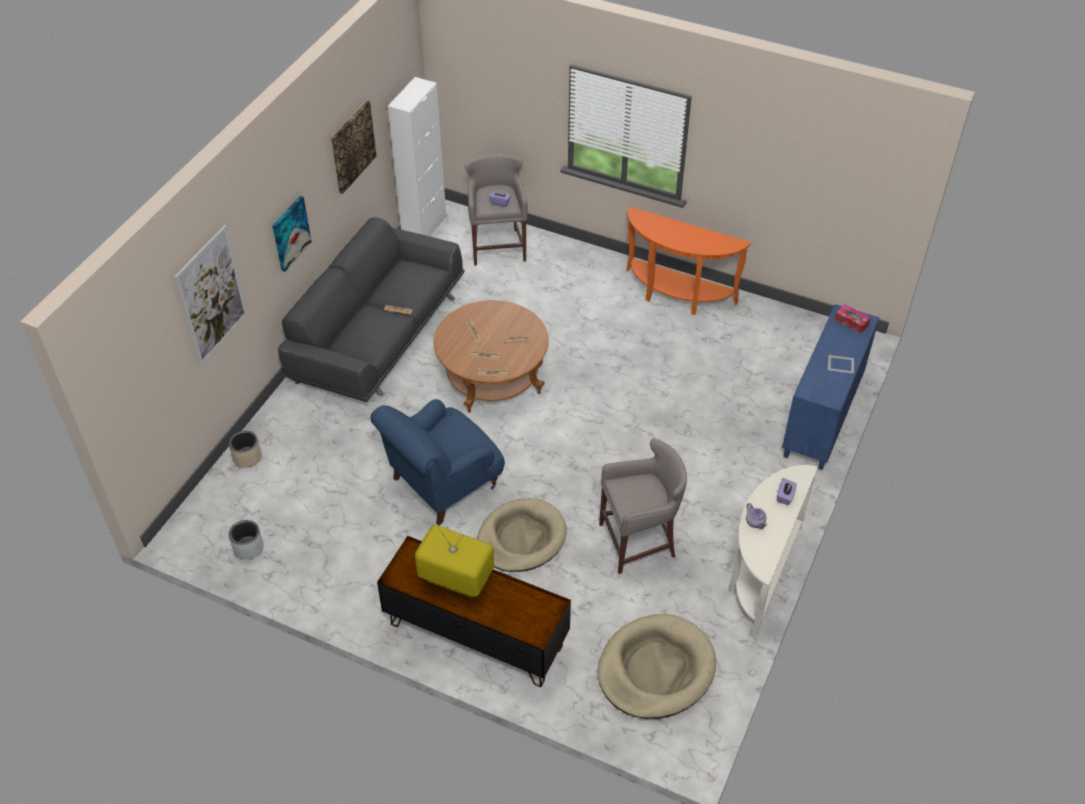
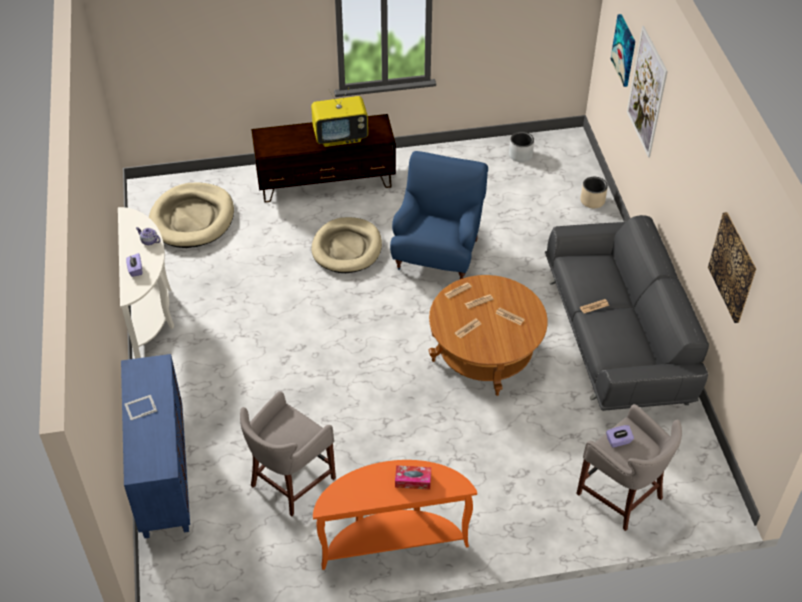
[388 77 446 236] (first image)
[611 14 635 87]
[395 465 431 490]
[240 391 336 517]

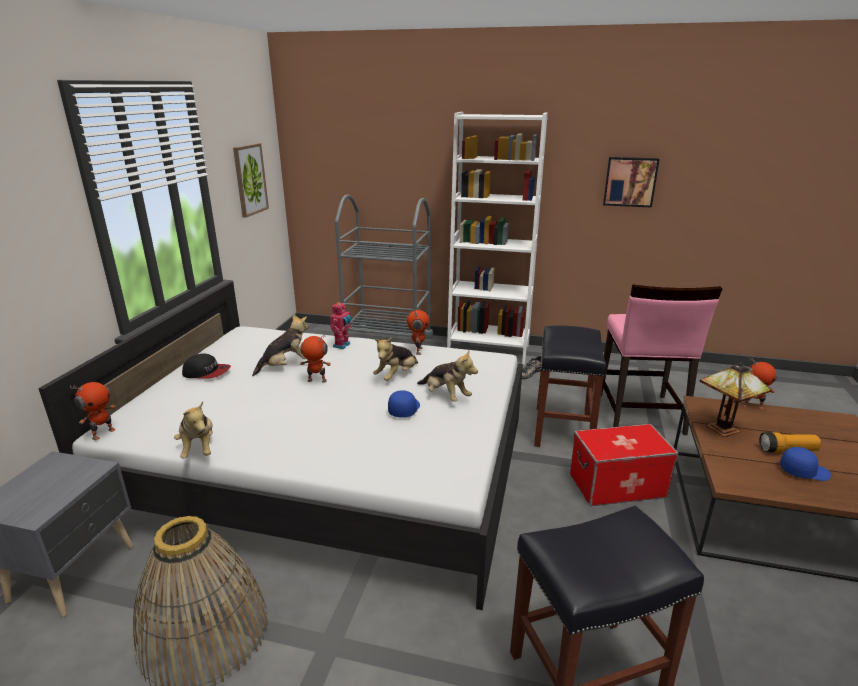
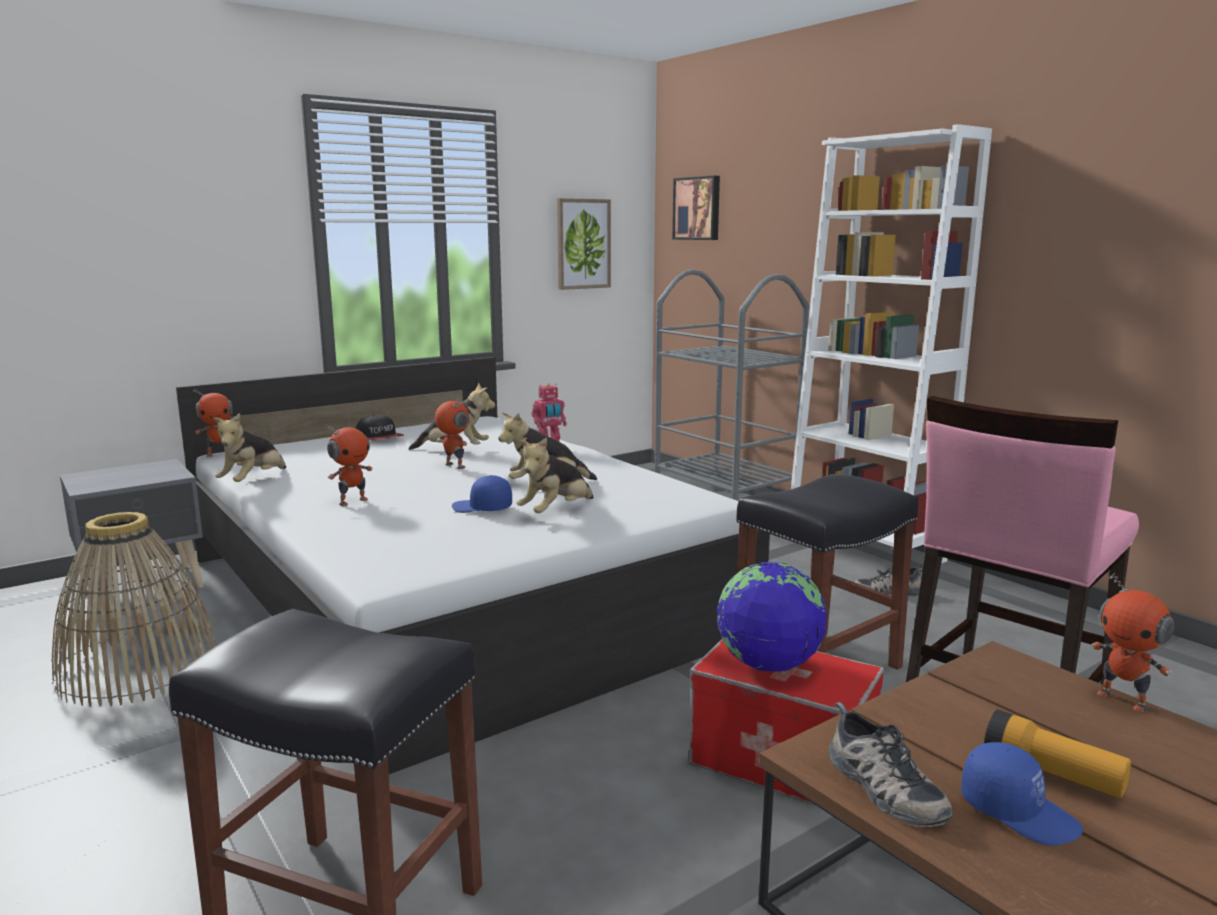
[672 176 720 240]
[326 424 372 506]
[517 437 594 513]
[700 363 772 437] (first image)
[452 475 512 513]
[716 562 827 672]
[829 702 952 827]

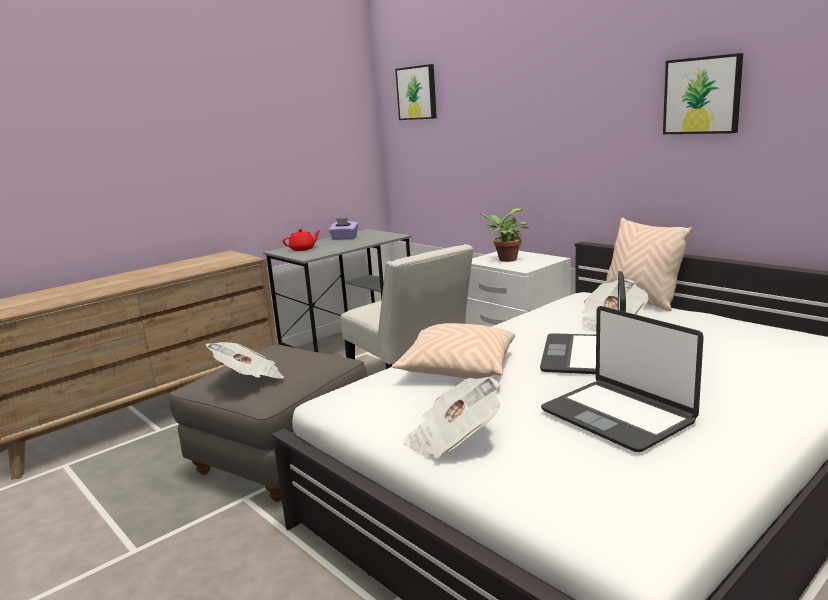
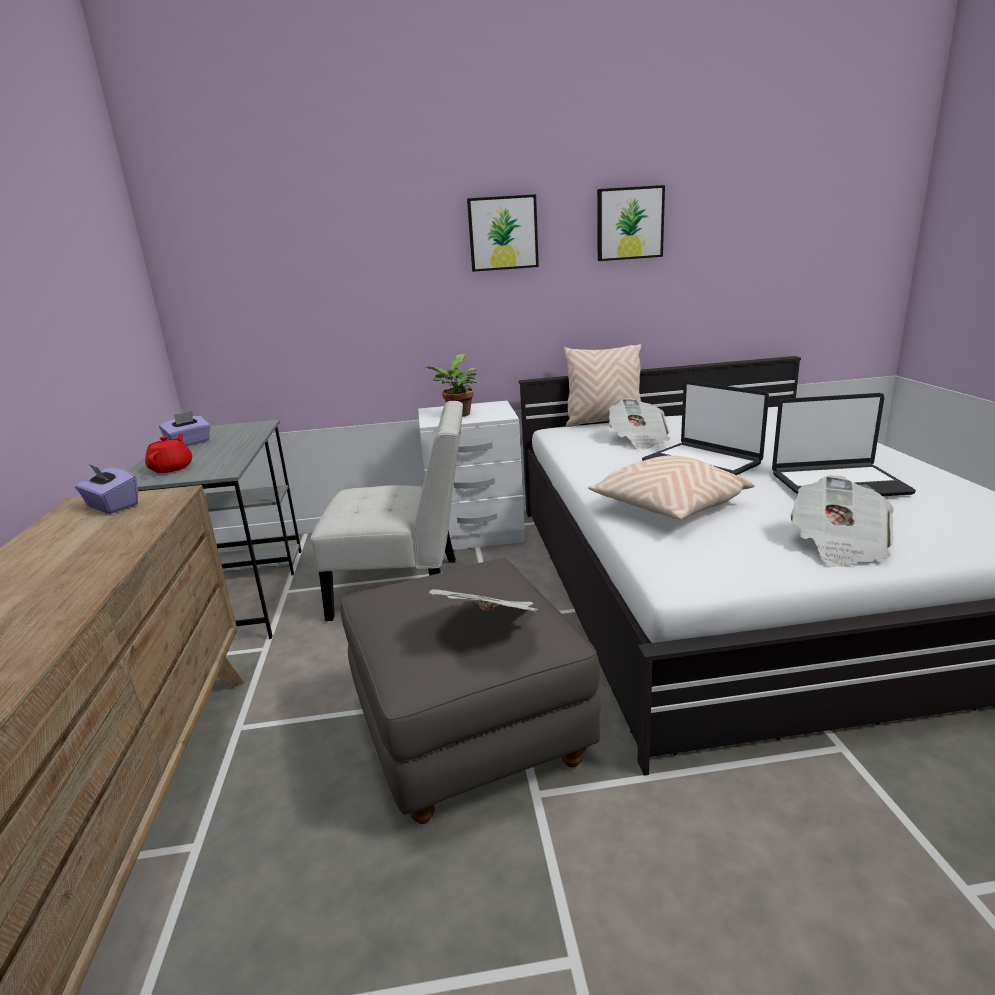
[467 194 539 272]
[75 464 138 514]

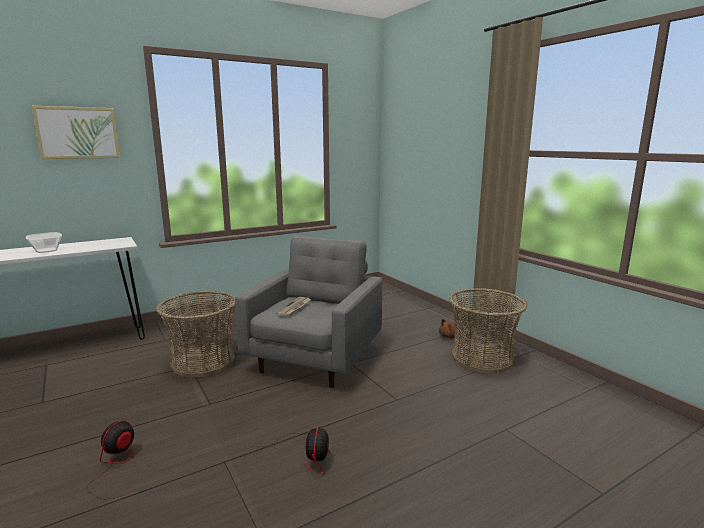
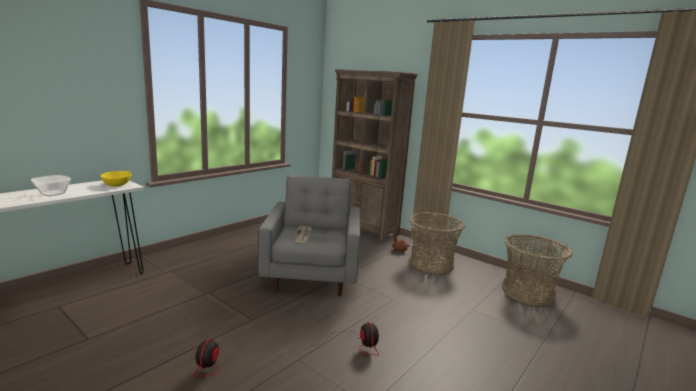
[32 106 120 159] (first image)
[502 234 573 306]
[332 69 418 242]
[101 171 131 186]

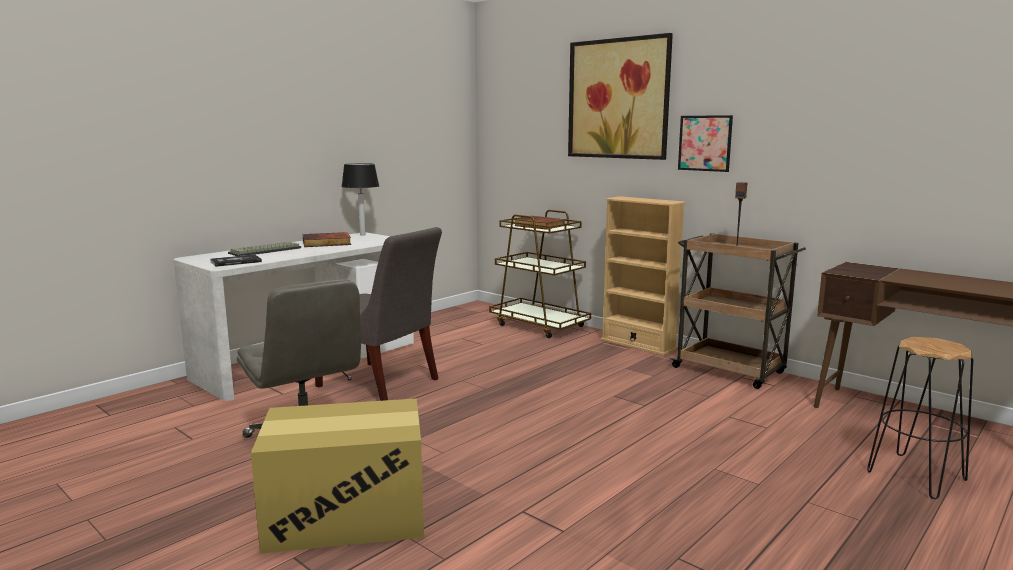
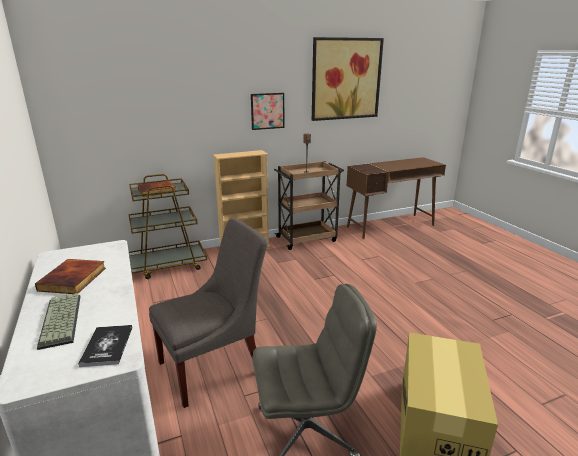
[312 37 384 121]
[341 163 379 235] (first image)
[867 337 973 499] (first image)

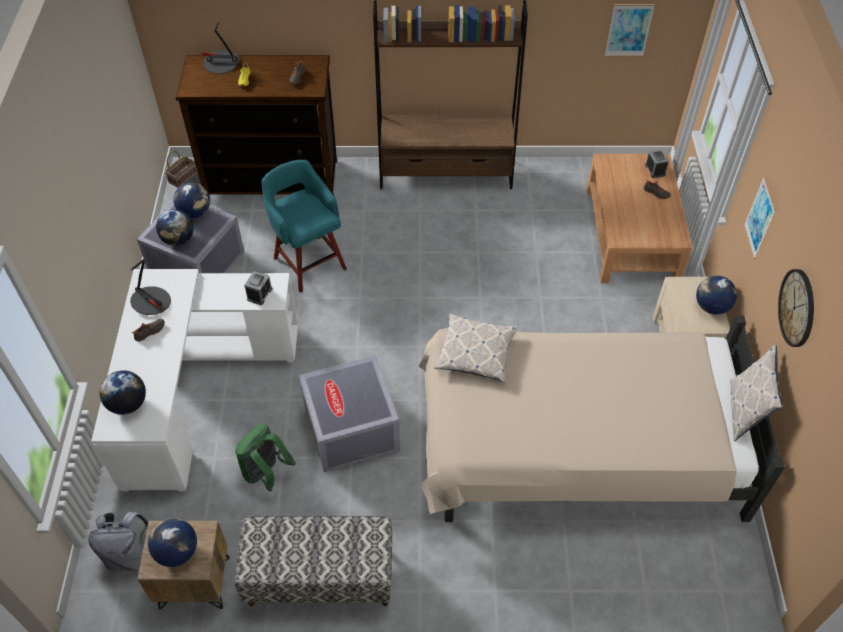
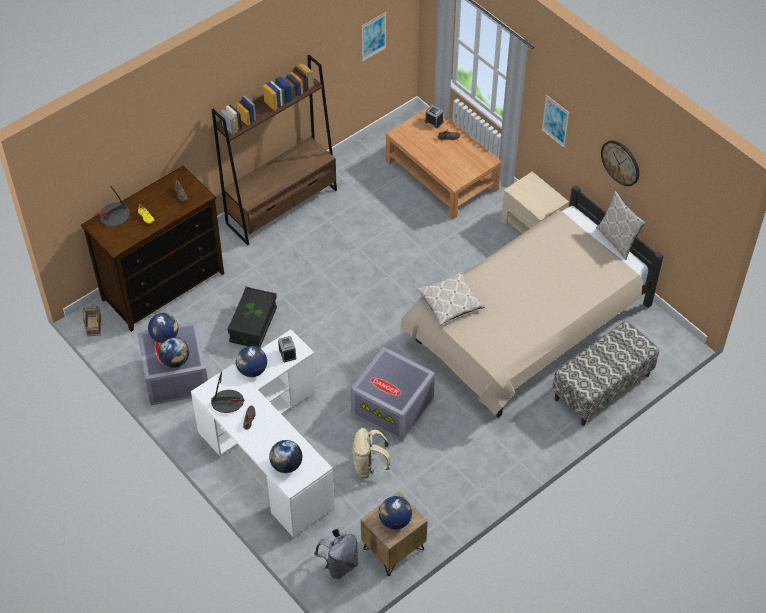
[227 287 277 348]
[236 346 267 377]
[352 428 391 478]
[552 321 659 425]

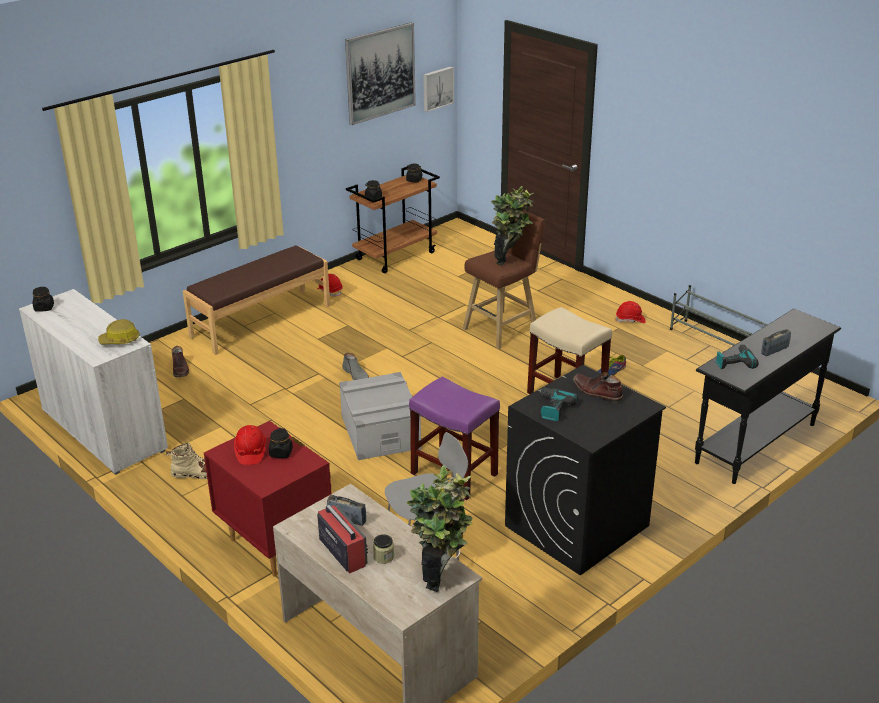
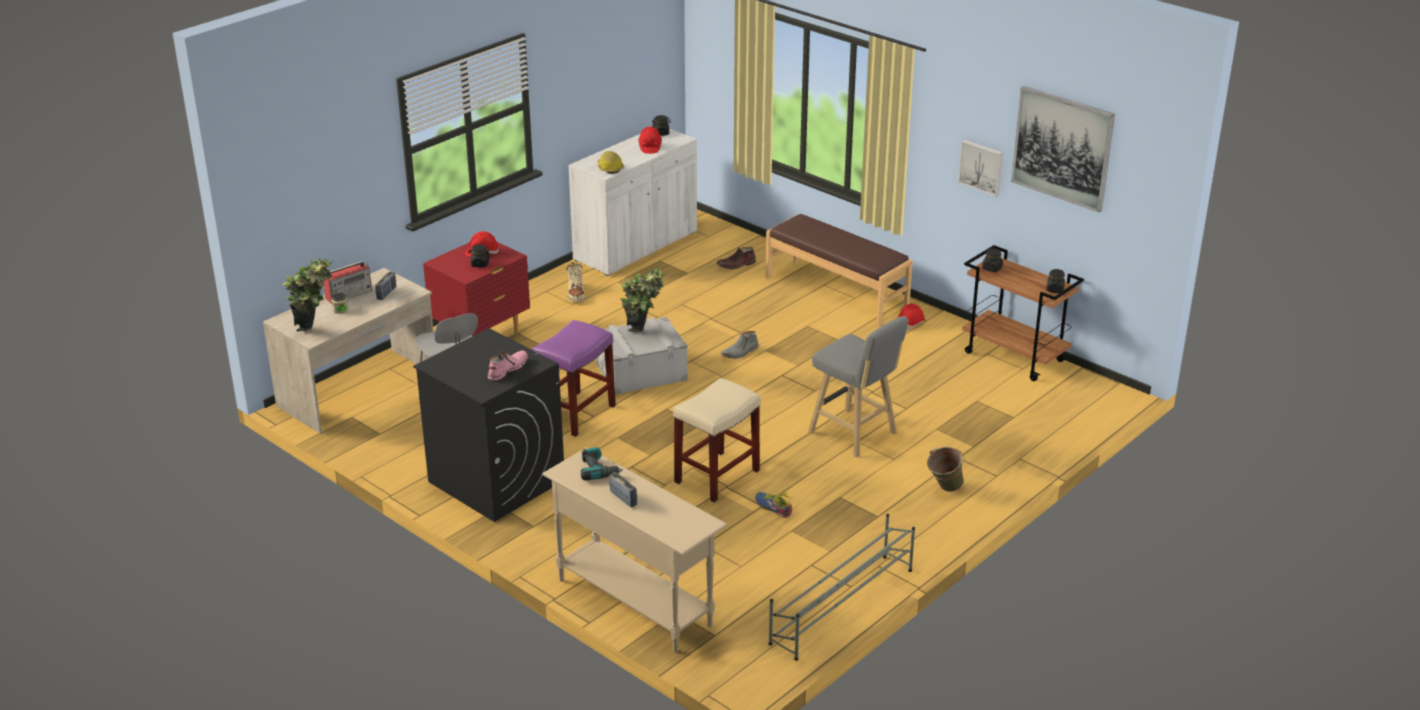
[958 140 1003 196]
[620 269 666 332]
[808 316 908 457]
[638 127 662 154]
[542 447 727 652]
[488 351 528 381]
[537 387 578 422] (first image)
[927 447 965 492]

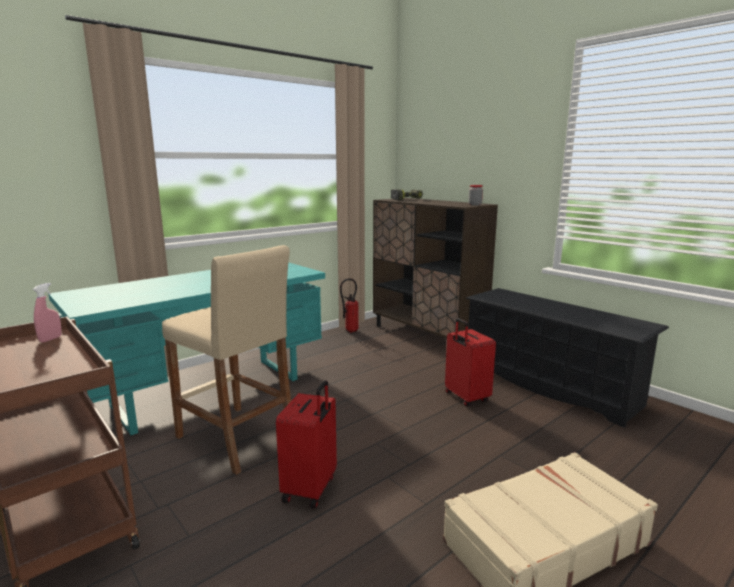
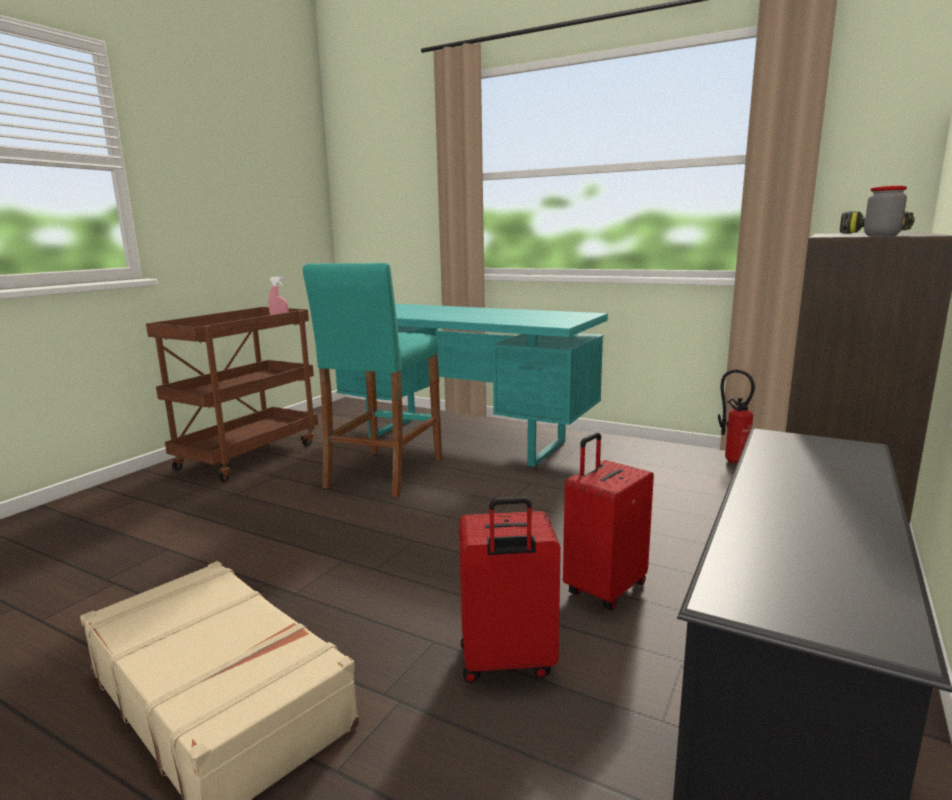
[303 263 442 497]
[459 497 561 683]

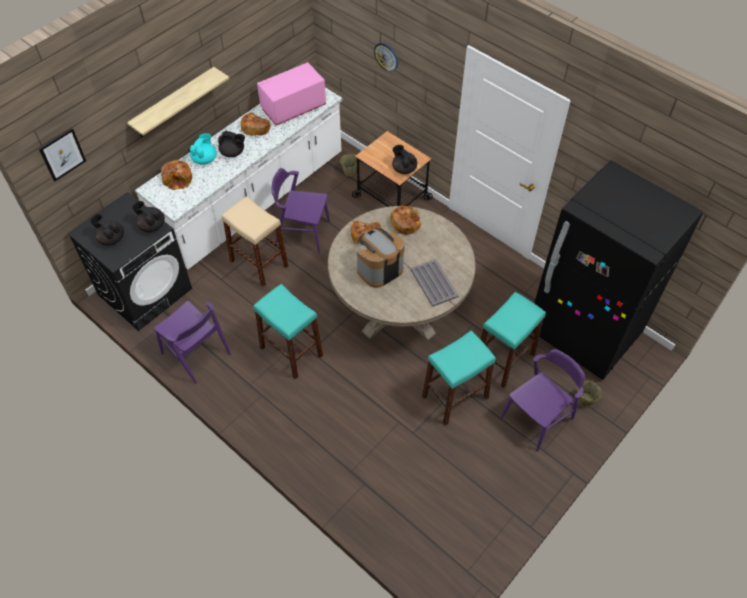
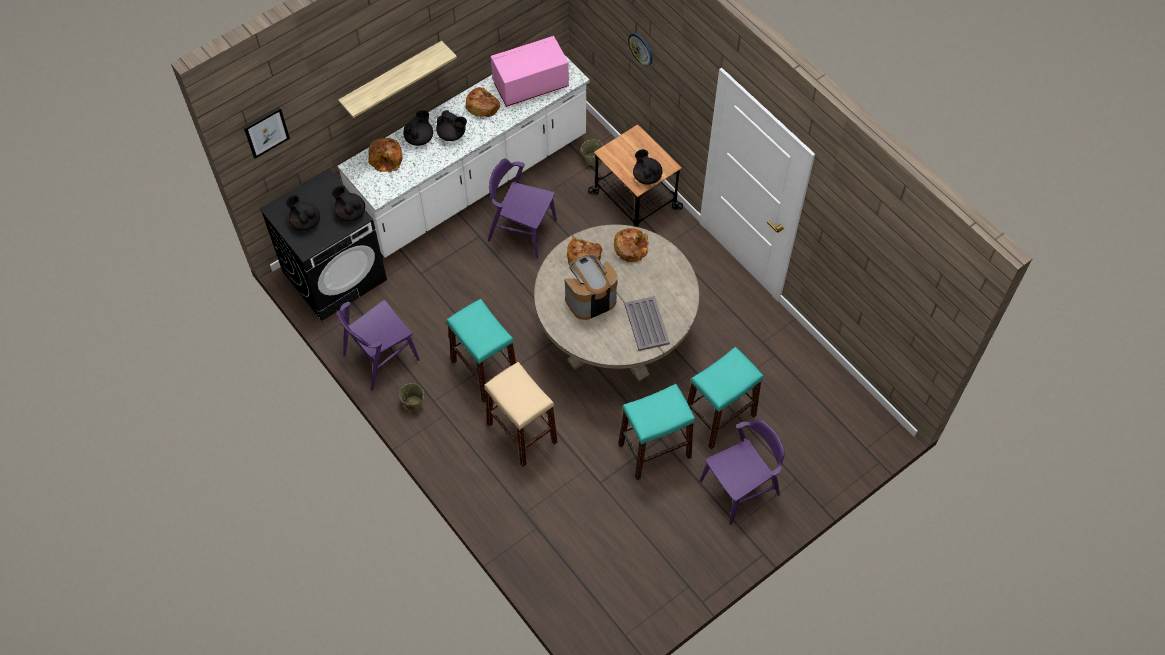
[403 110 433 146]
[532 160 703 380] (first image)
[484 362 558 467]
[336 300 420 391]
[399 383 424 411]

